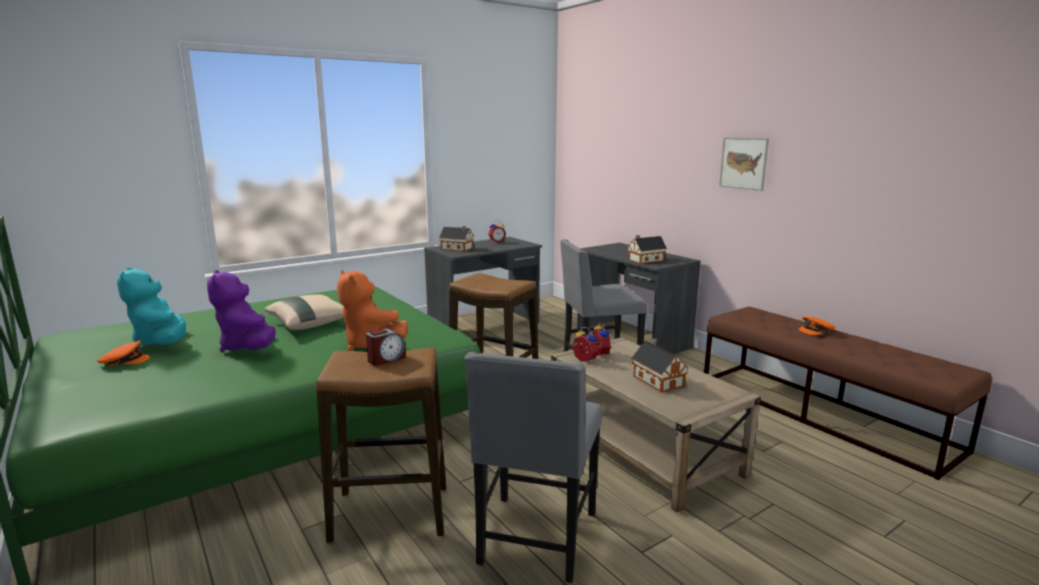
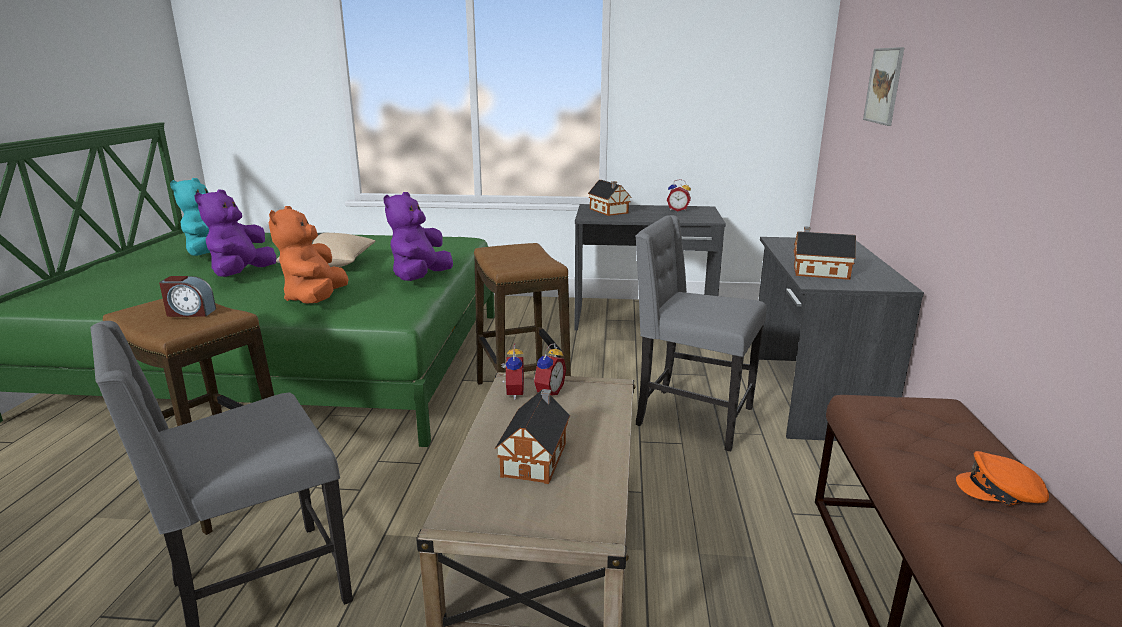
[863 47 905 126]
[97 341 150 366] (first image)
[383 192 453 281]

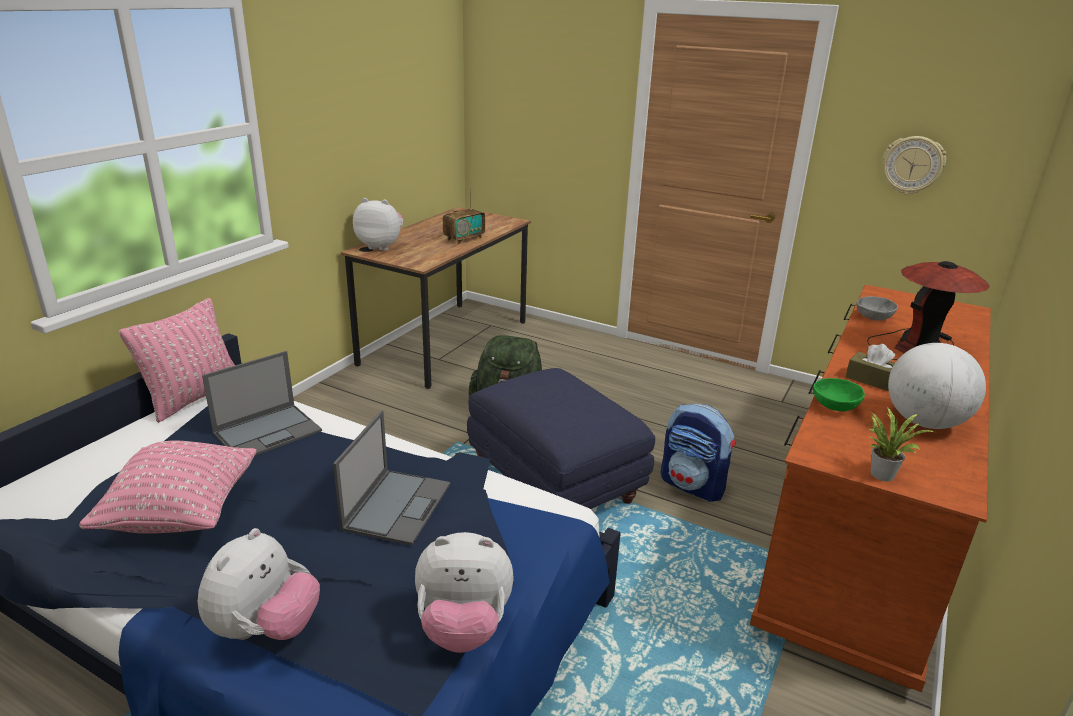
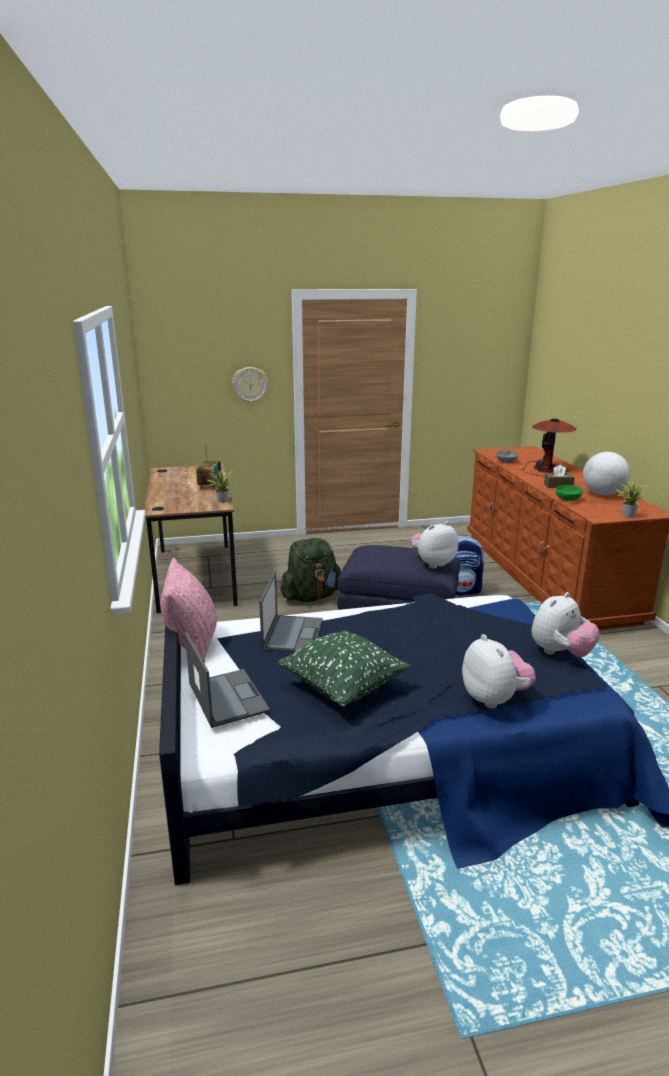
[232 367 268 404]
[411 522 458 569]
[185 632 270 728]
[278 630 411 706]
[207 471 233 503]

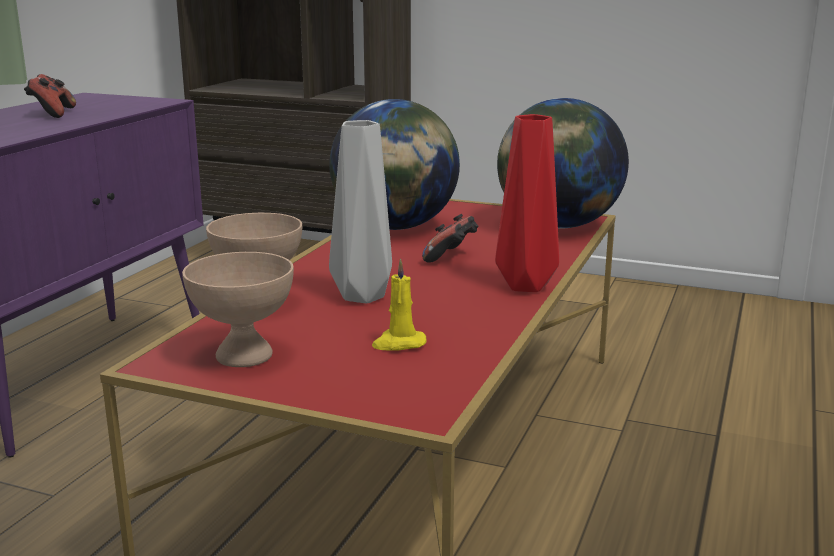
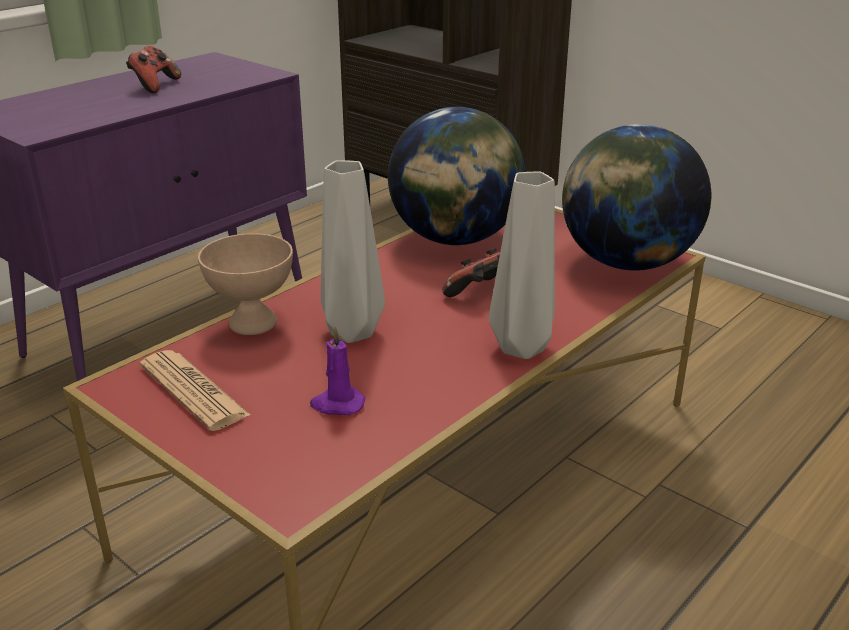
[489 172 555 359]
[140 350 251 431]
[310 327 365 415]

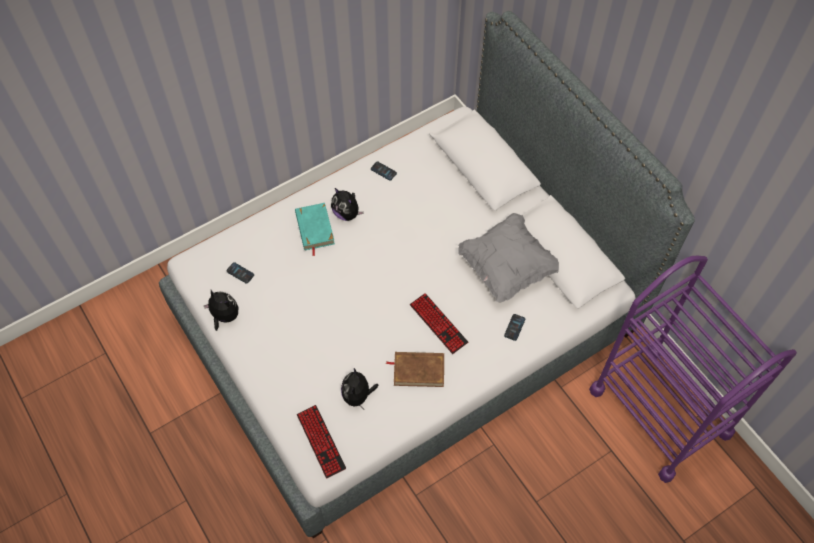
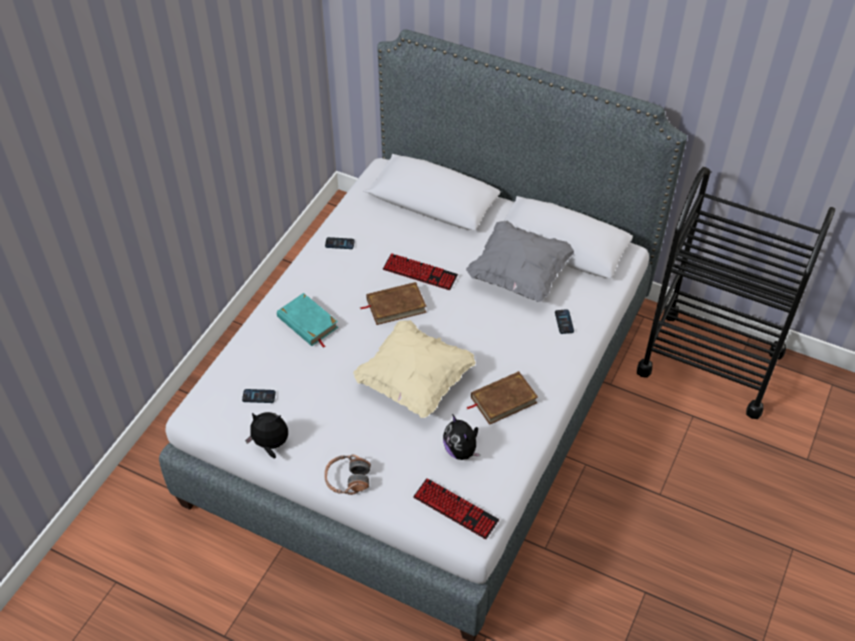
[331 188 364 221] (first image)
[637 167 835 419]
[383 253 458 290]
[360 282 427 325]
[353 320 476 418]
[324 454 371 495]

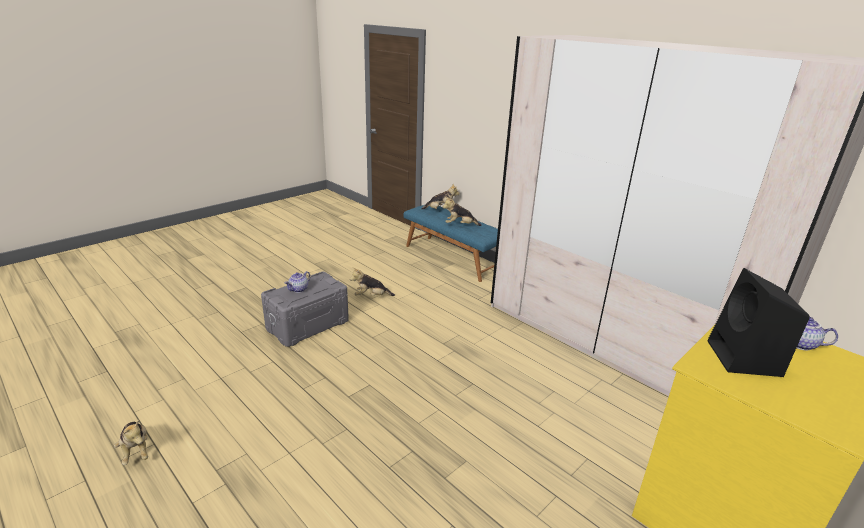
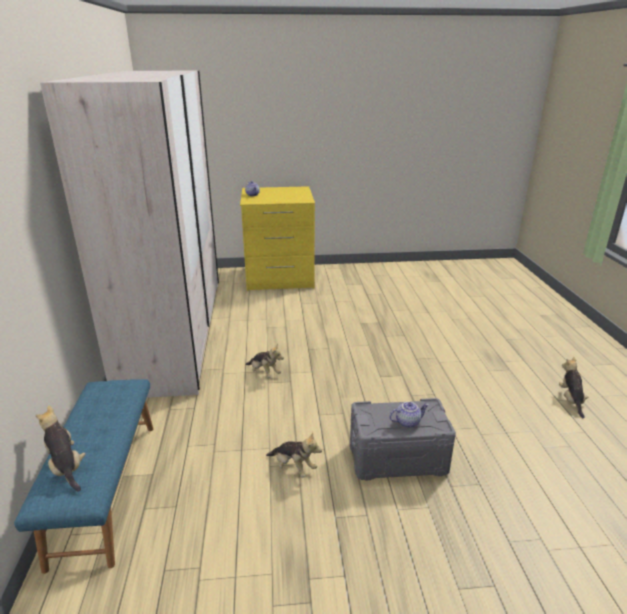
[245 344 284 378]
[707 268 810 377] (first image)

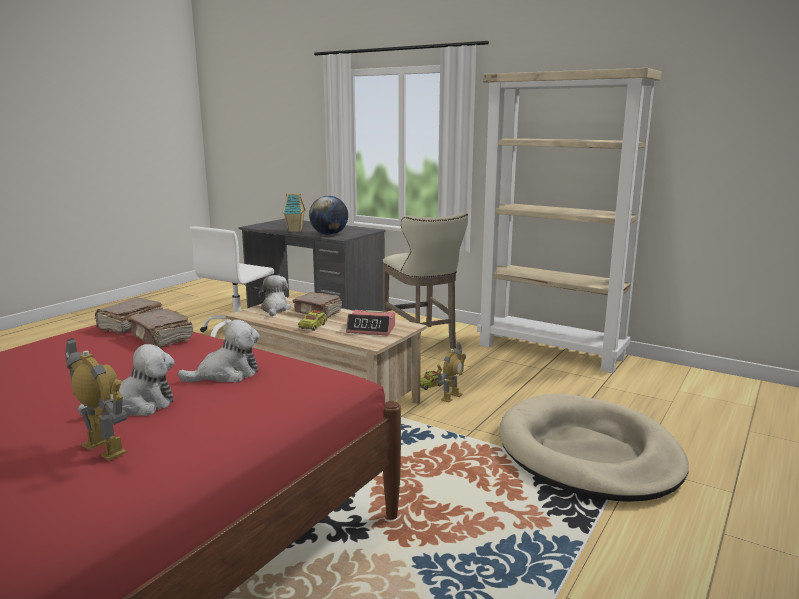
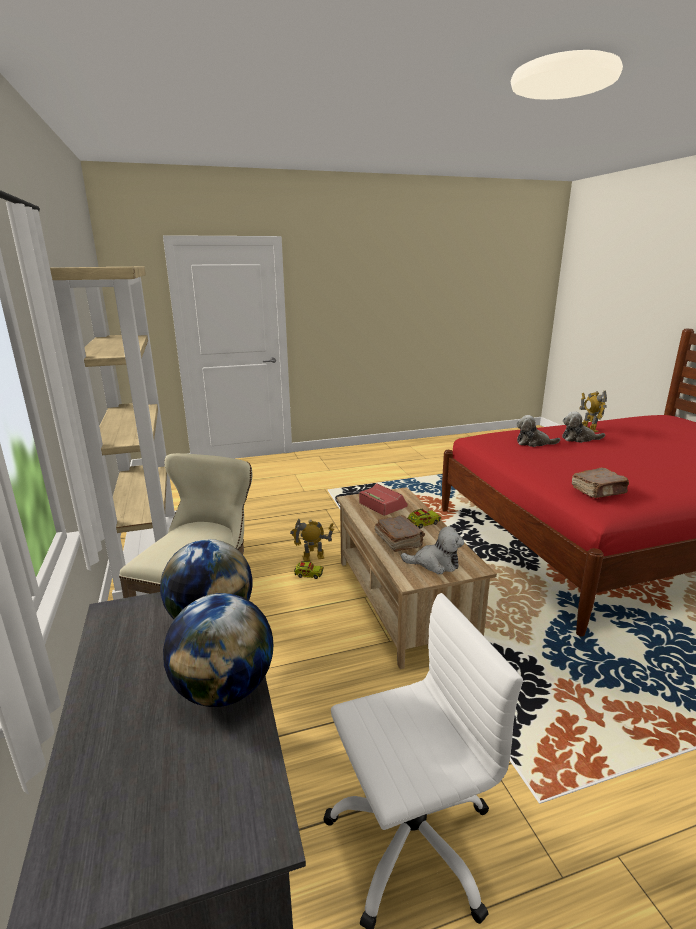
[163 593 273 707]
[401 526 464 574]
[127 308 194 348] (first image)
[499 394 689 502] (first image)

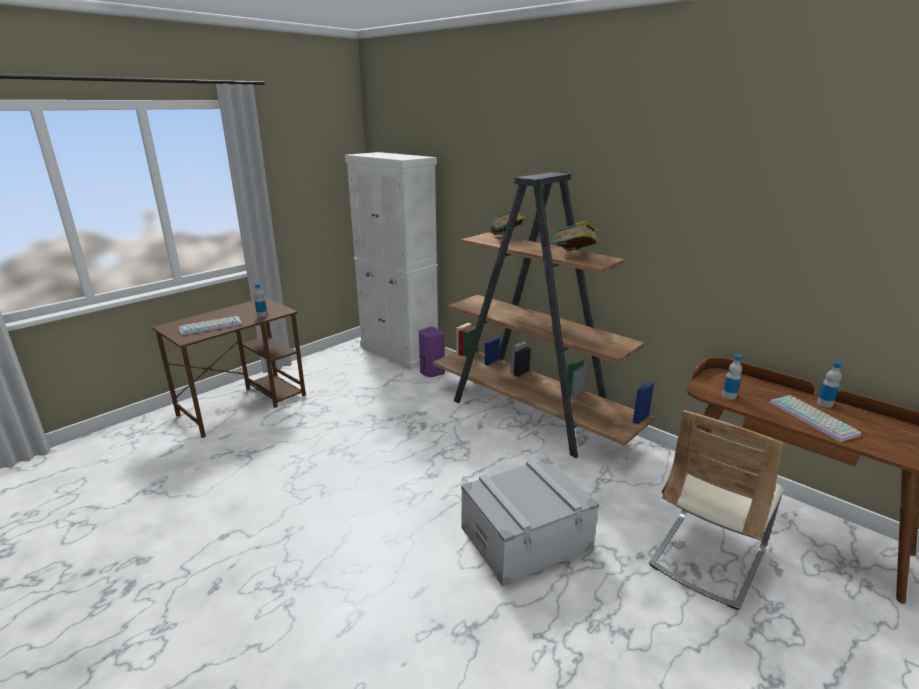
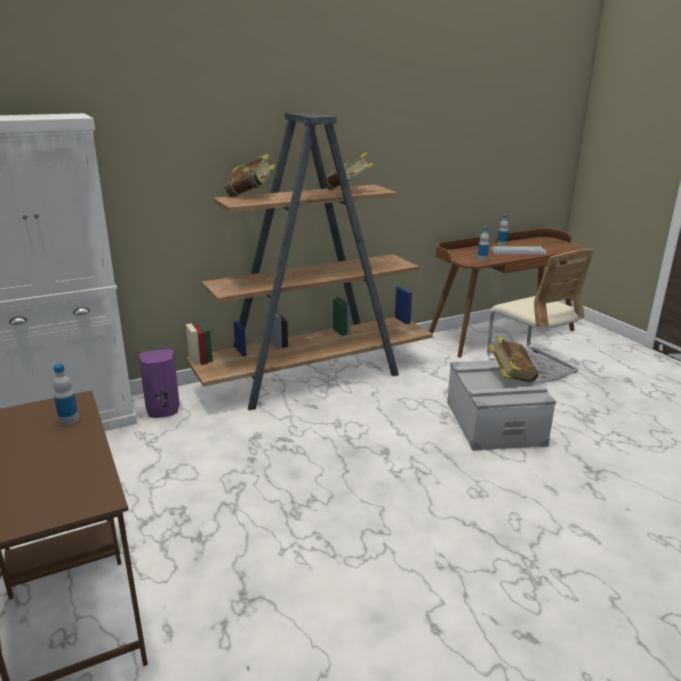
[179 316 242 336] (first image)
[488 336 539 383]

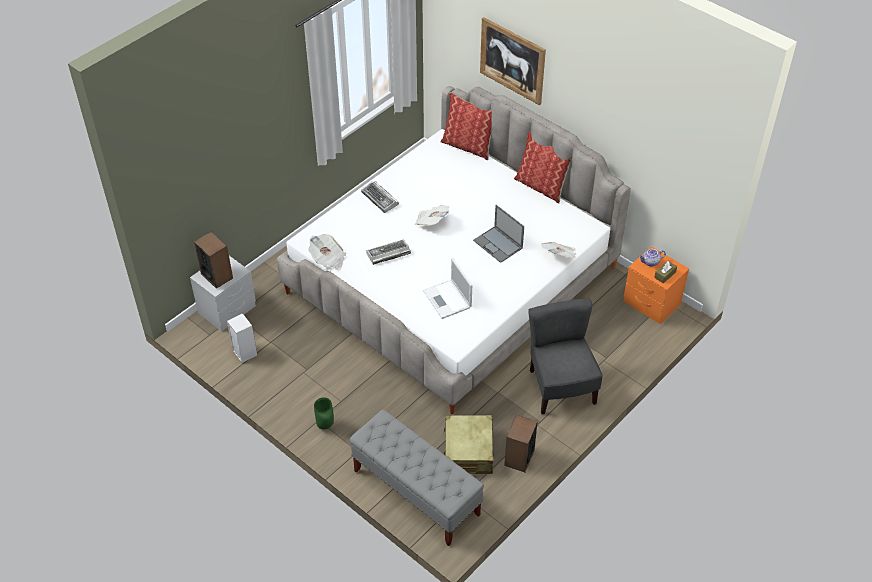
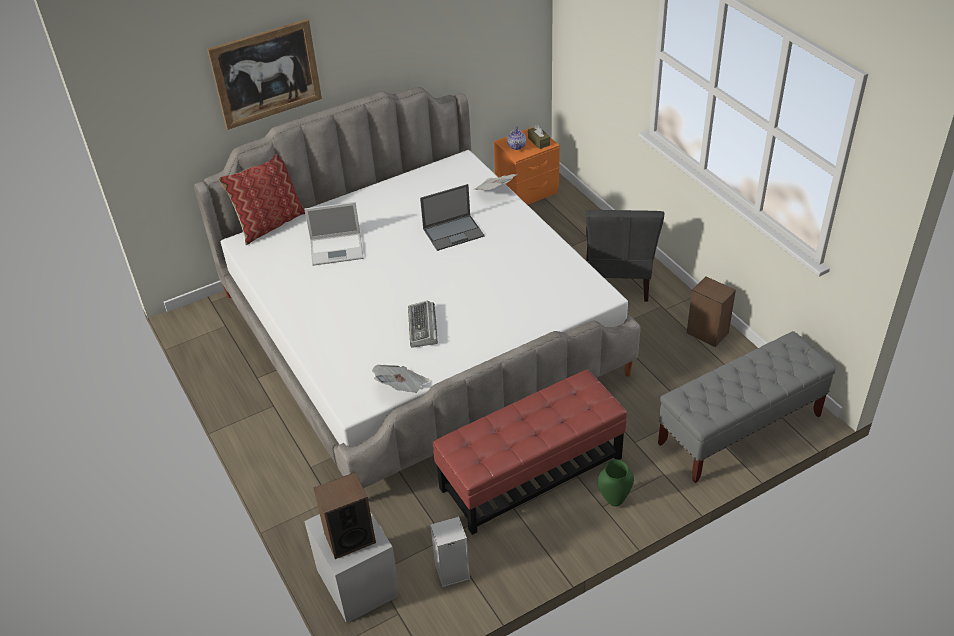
[514 132 572 204] (first image)
[361 181 399 213] (first image)
[415 205 450 226] (first image)
[304 202 364 266]
[586 210 664 302]
[443 415 494 474] (first image)
[433 370 627 535]

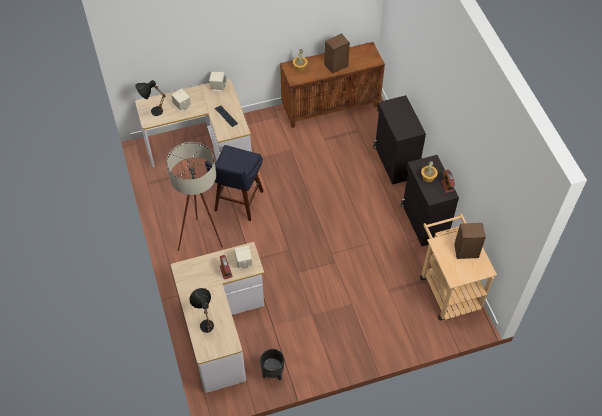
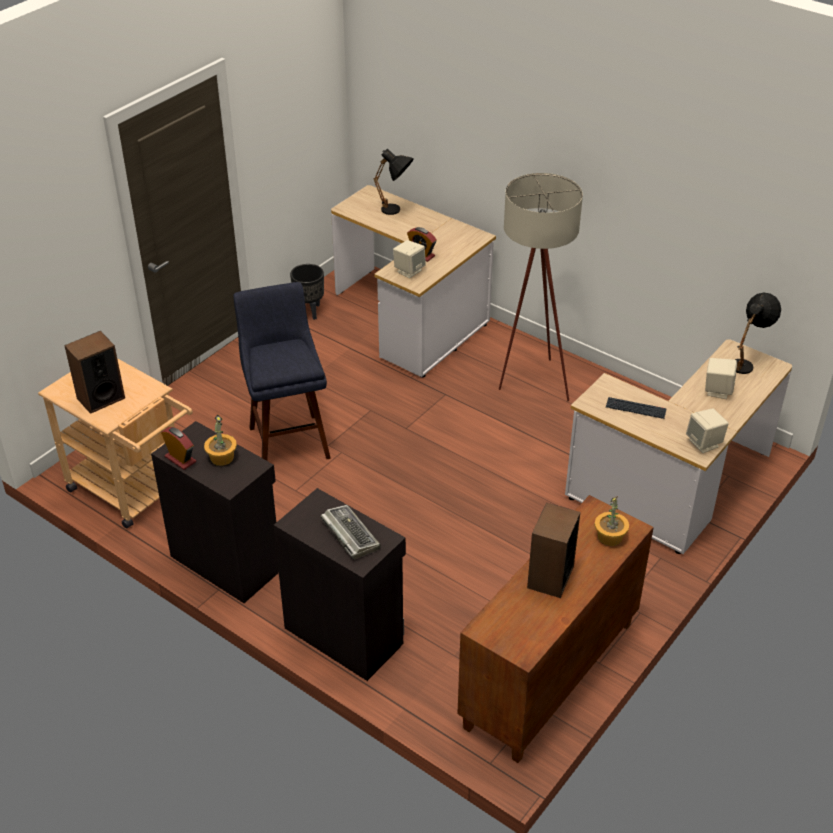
[233 282 331 461]
[320 505 381 560]

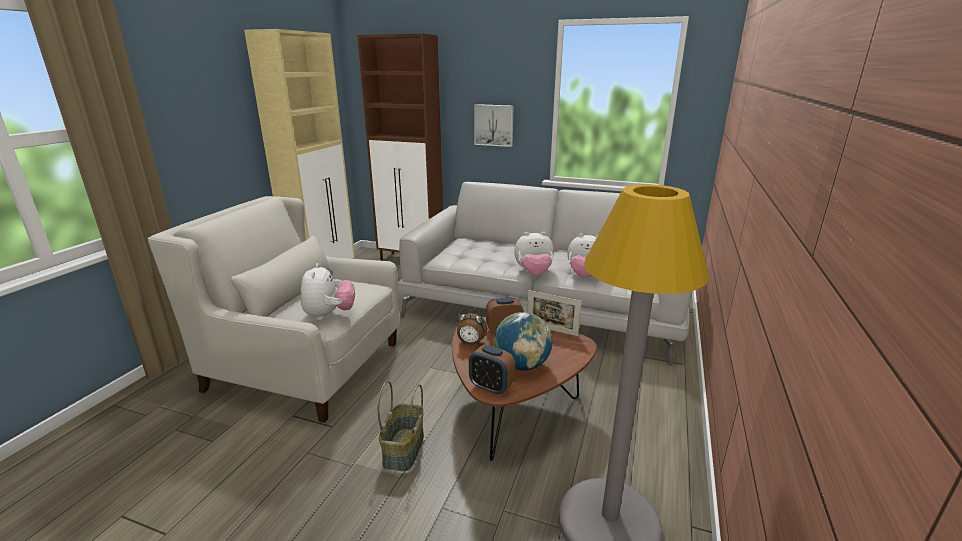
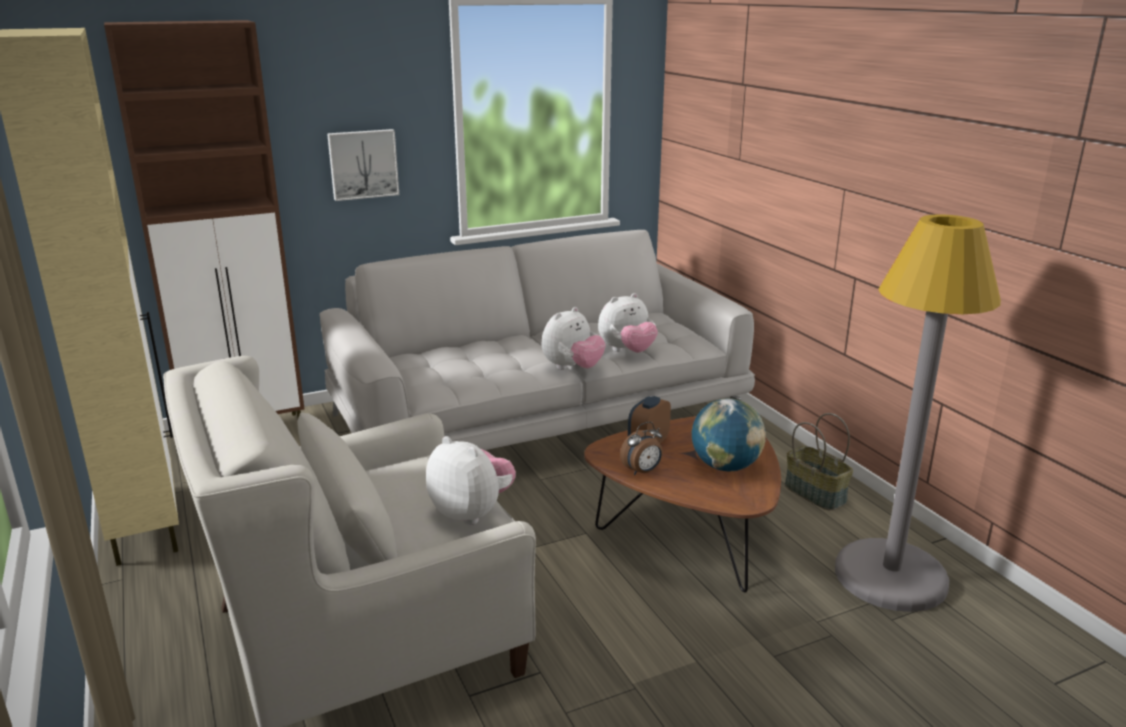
[527 290 582 336] (first image)
[469 345 515 395] (first image)
[785 413 853 510]

